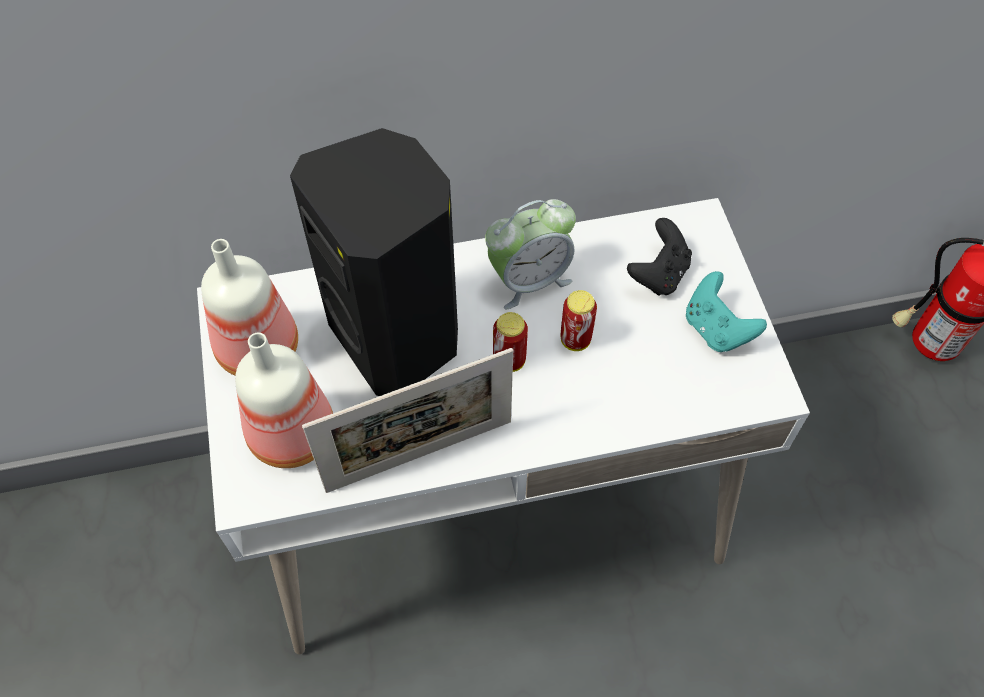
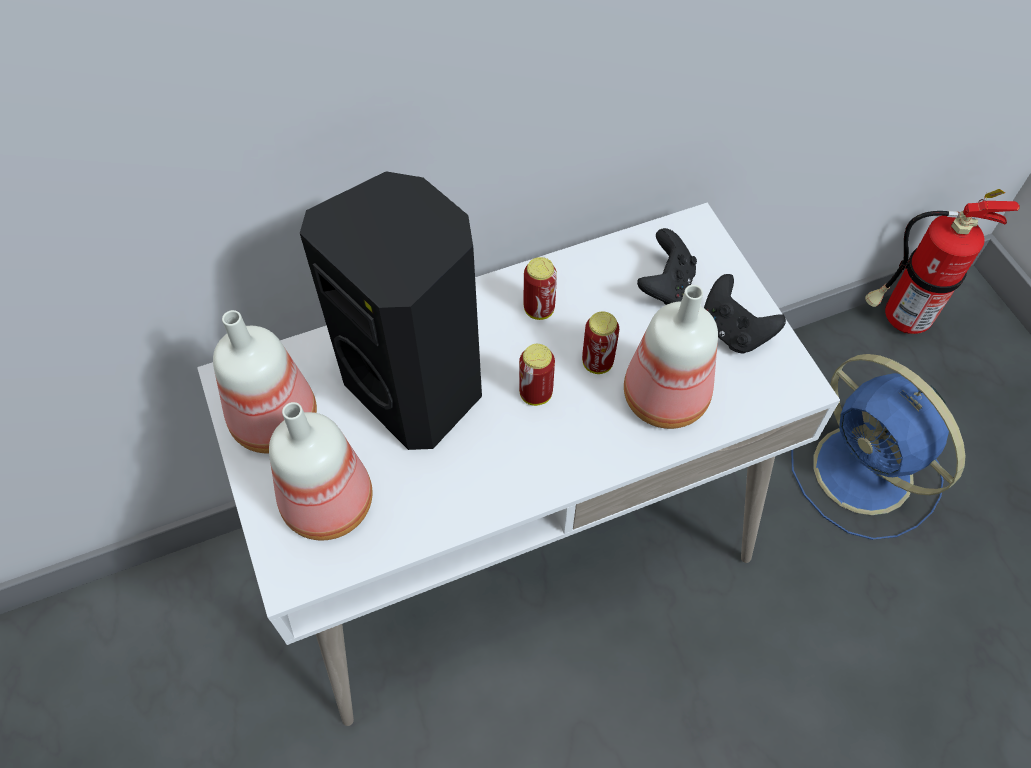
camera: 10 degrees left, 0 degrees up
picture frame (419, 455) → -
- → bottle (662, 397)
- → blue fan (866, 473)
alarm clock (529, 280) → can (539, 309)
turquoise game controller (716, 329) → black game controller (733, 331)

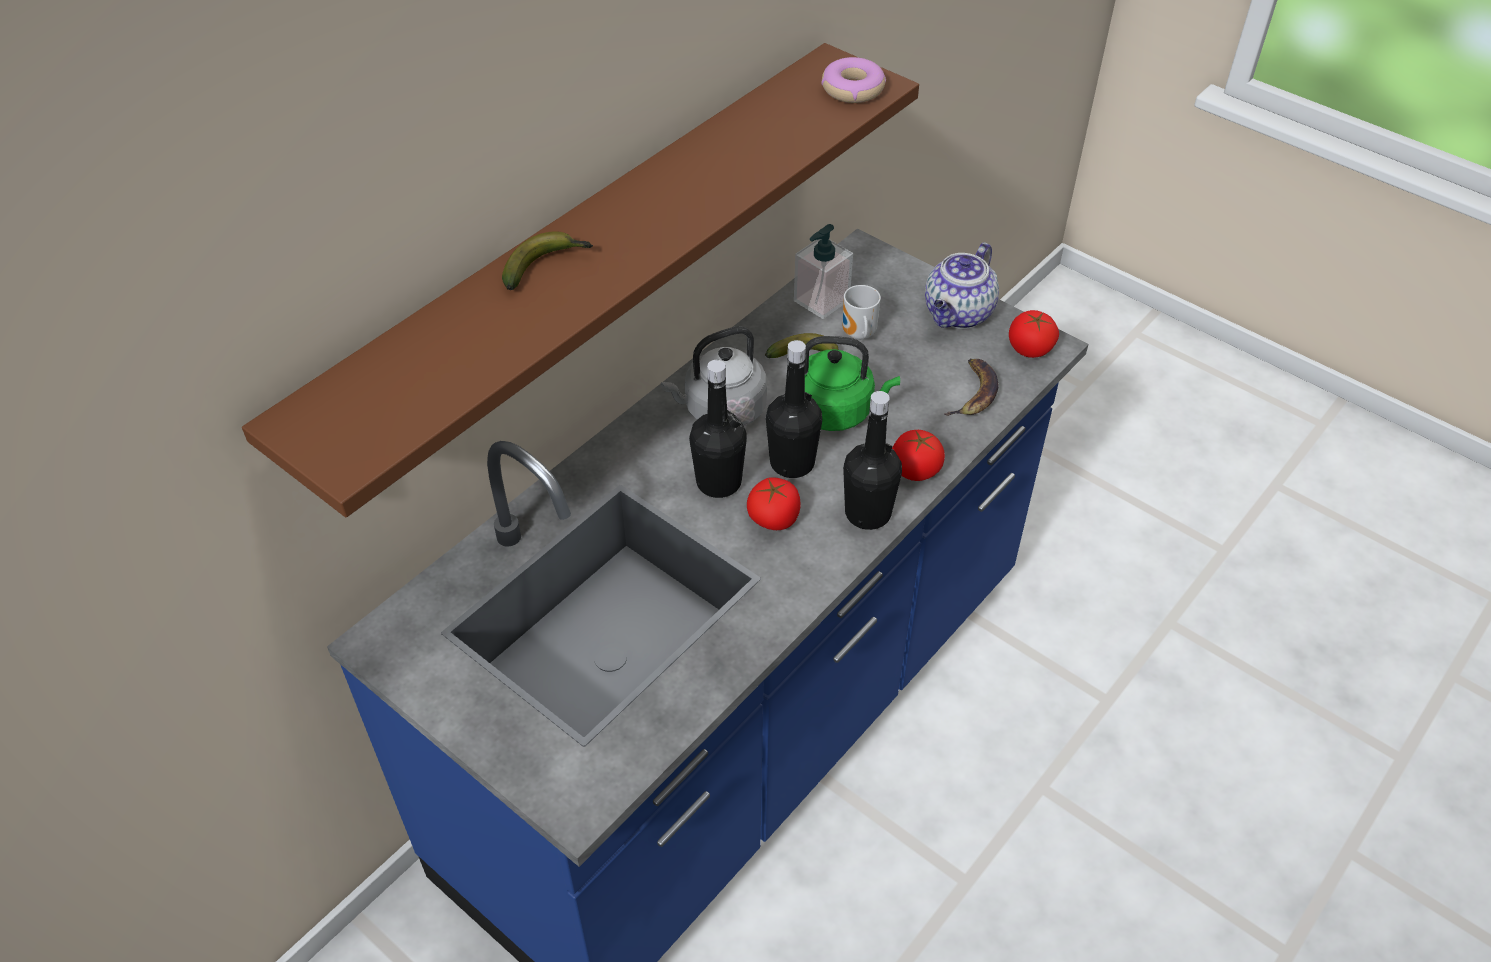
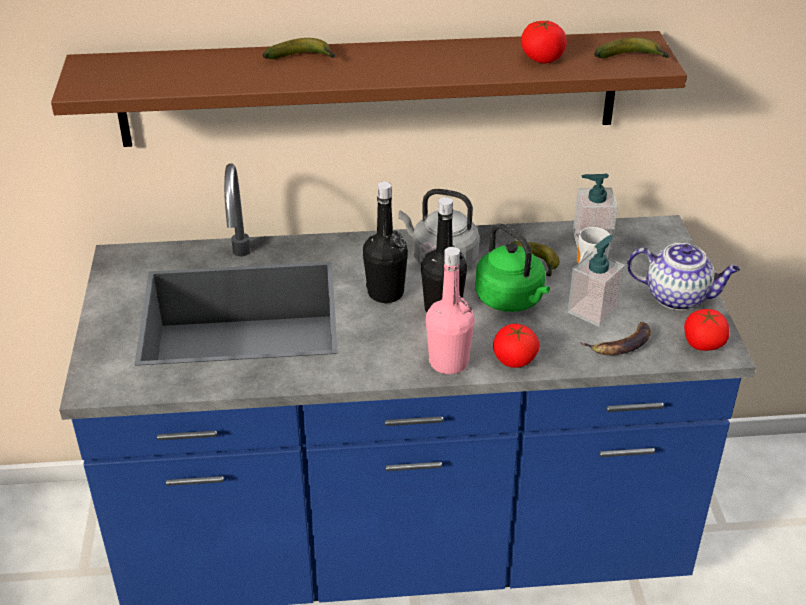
camera: 45 degrees right, 10 degrees down
- → soap dispenser (593, 310)
tomato (774, 518) → tomato (542, 58), moved
donut (852, 89) → banana (632, 58)
black bottle (868, 513) → pink bottle (448, 362)
teapot (958, 314) → teapot (678, 297), 150 degrees counterclockwise

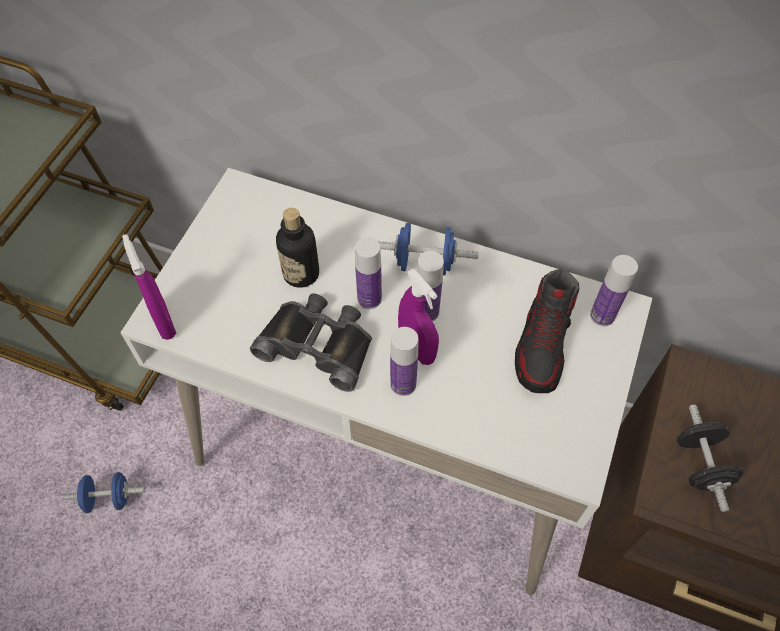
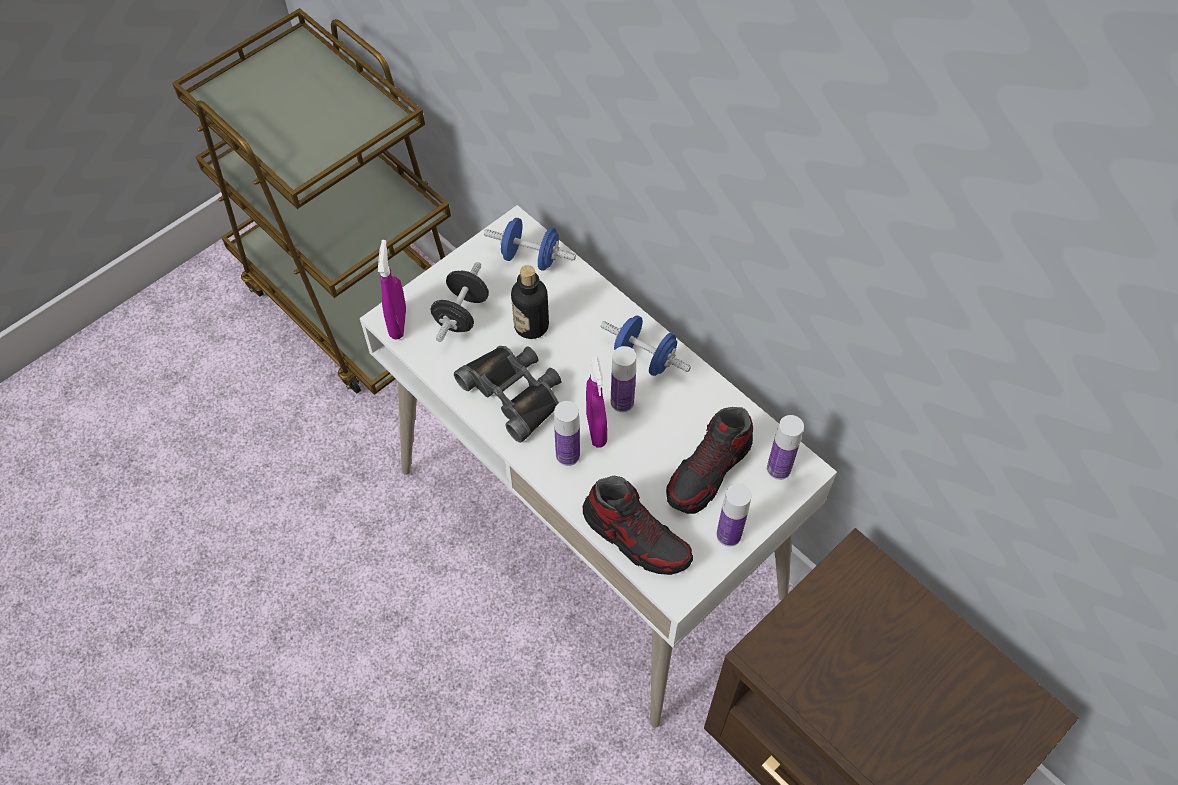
camera: 25 degrees right, 0 degrees up
- → shoe (636, 537)
blue dumbbell (108, 498) → blue dumbbell (530, 257), moved
bottle (369, 299) → bottle (728, 535), moved
black dumbbell (700, 465) → black dumbbell (461, 314), moved

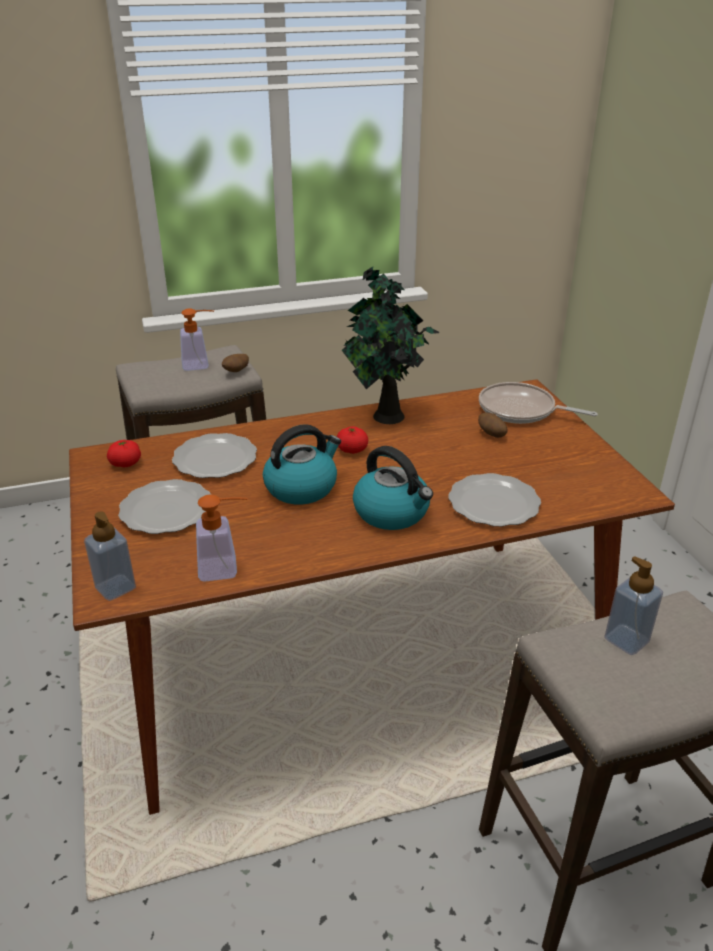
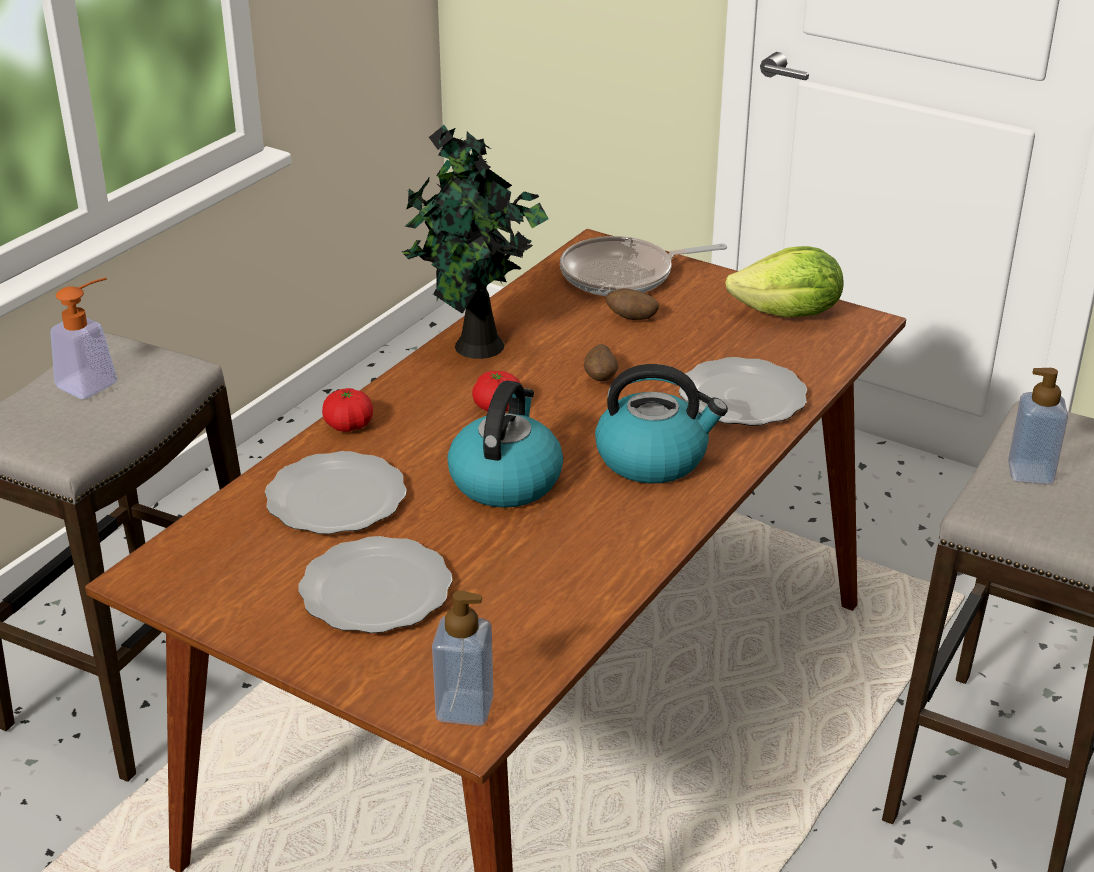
camera: 40 degrees left, 0 degrees up
soap dispenser (226, 568) → -
- → lettuce (788, 315)
tomato (125, 463) → tomato (348, 425), moved
potato (236, 371) → potato (600, 379), moved

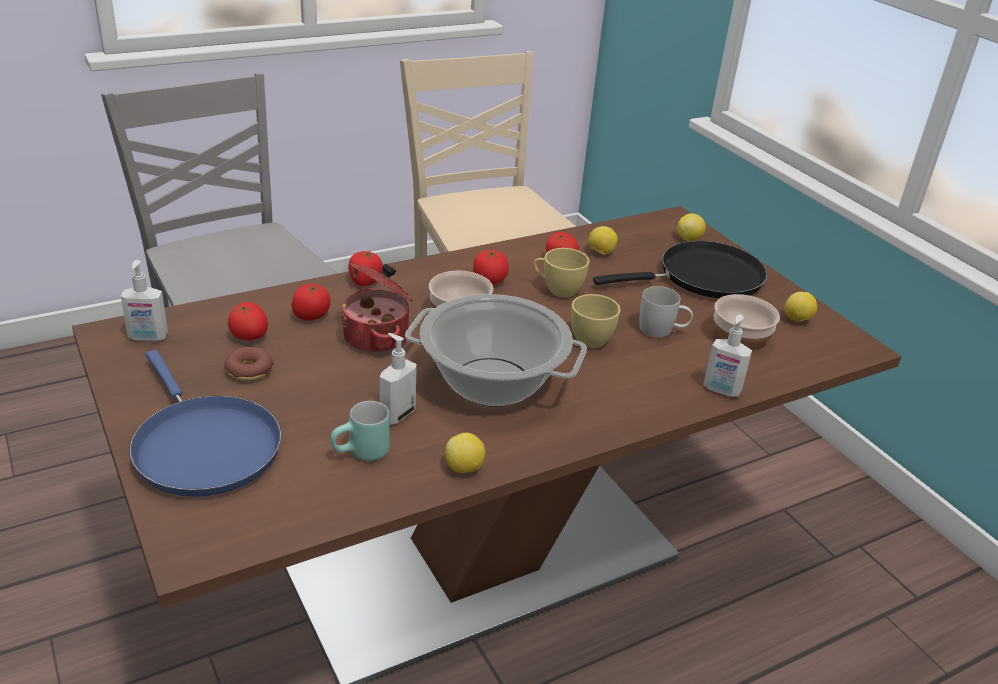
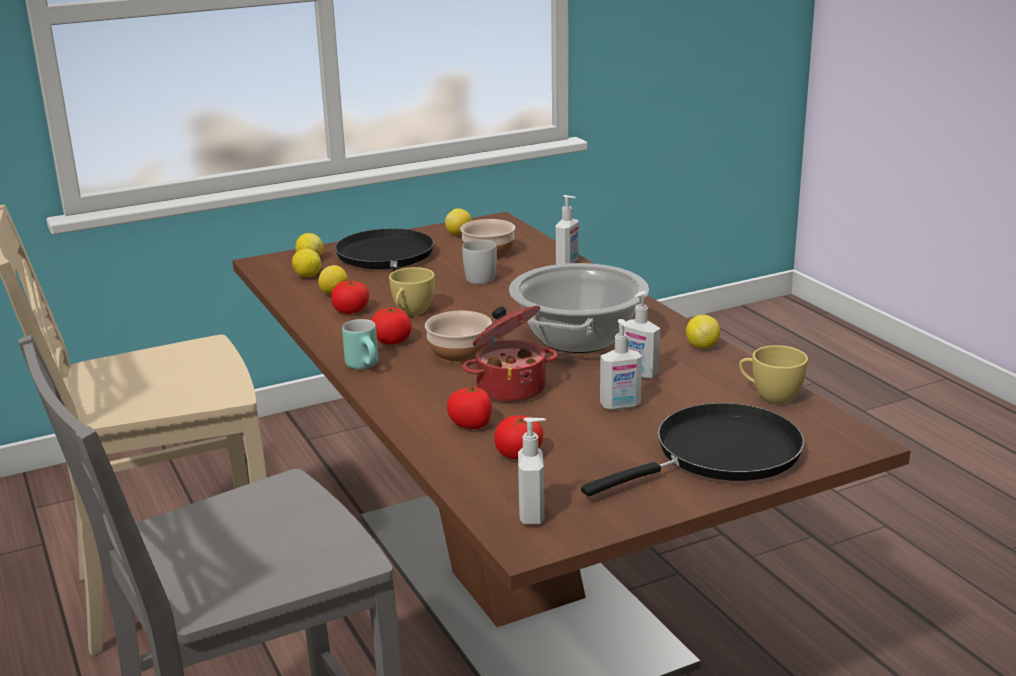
camera: 85 degrees left, 10 degrees down
donut (249, 371) → -
tomato (365, 281) → -
- → lemon (307, 276)
- → soap dispenser (620, 406)
turquoise mug (362, 455) → turquoise mug (367, 366), moved
yellow cup (593, 338) → yellow cup (770, 396), moved
blue frying pan (203, 446) → black frying pan (719, 455)

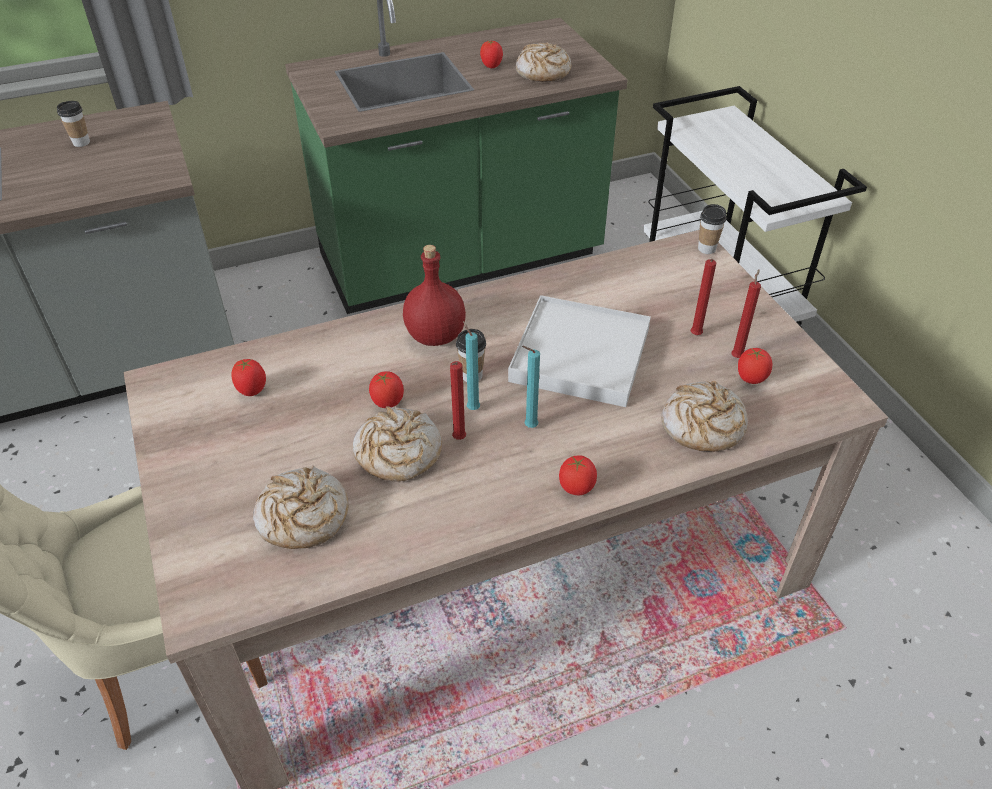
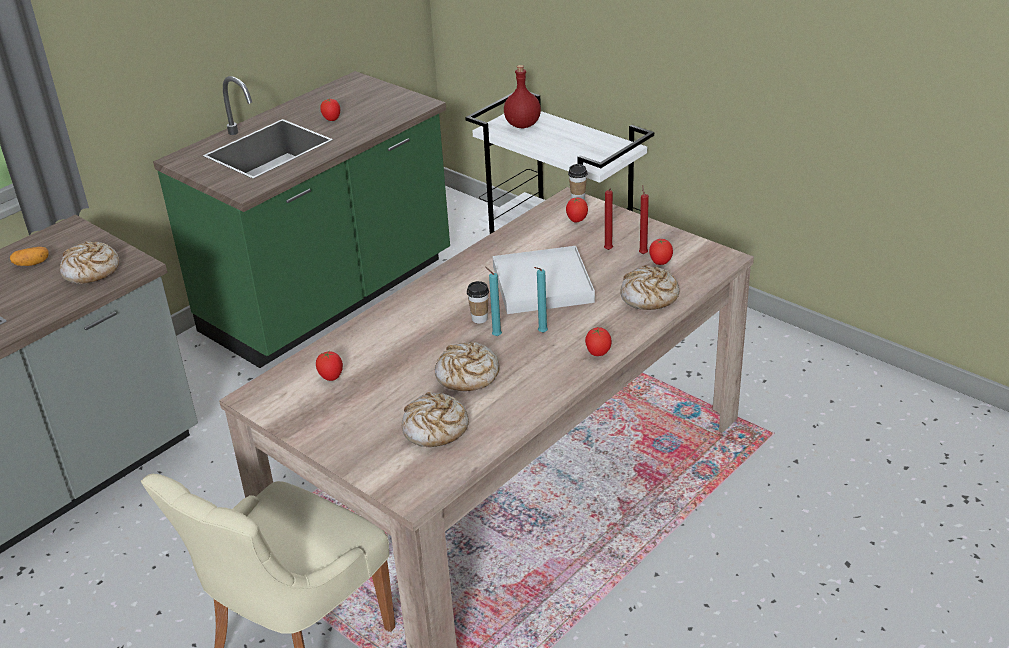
camera: 25 degrees left, 10 degrees down
red candle (458, 440) → -
tomato (387, 403) → tomato (576, 220), moved
red bottle (434, 335) → red bottle (522, 125), moved
bread (543, 72) → bread (91, 271), moved
cup (81, 142) → potato (32, 263)

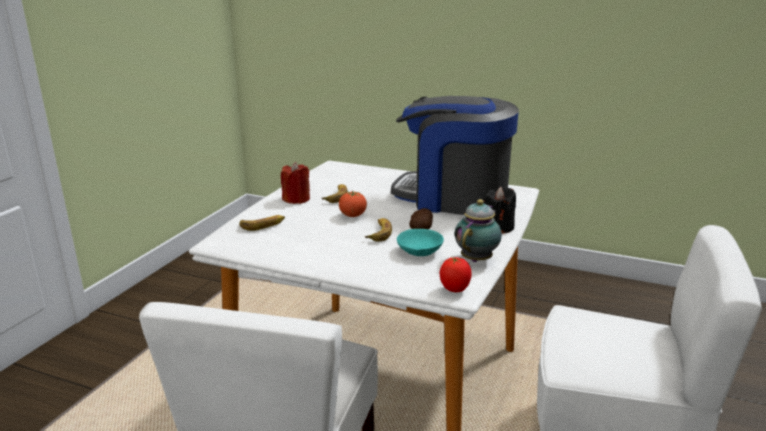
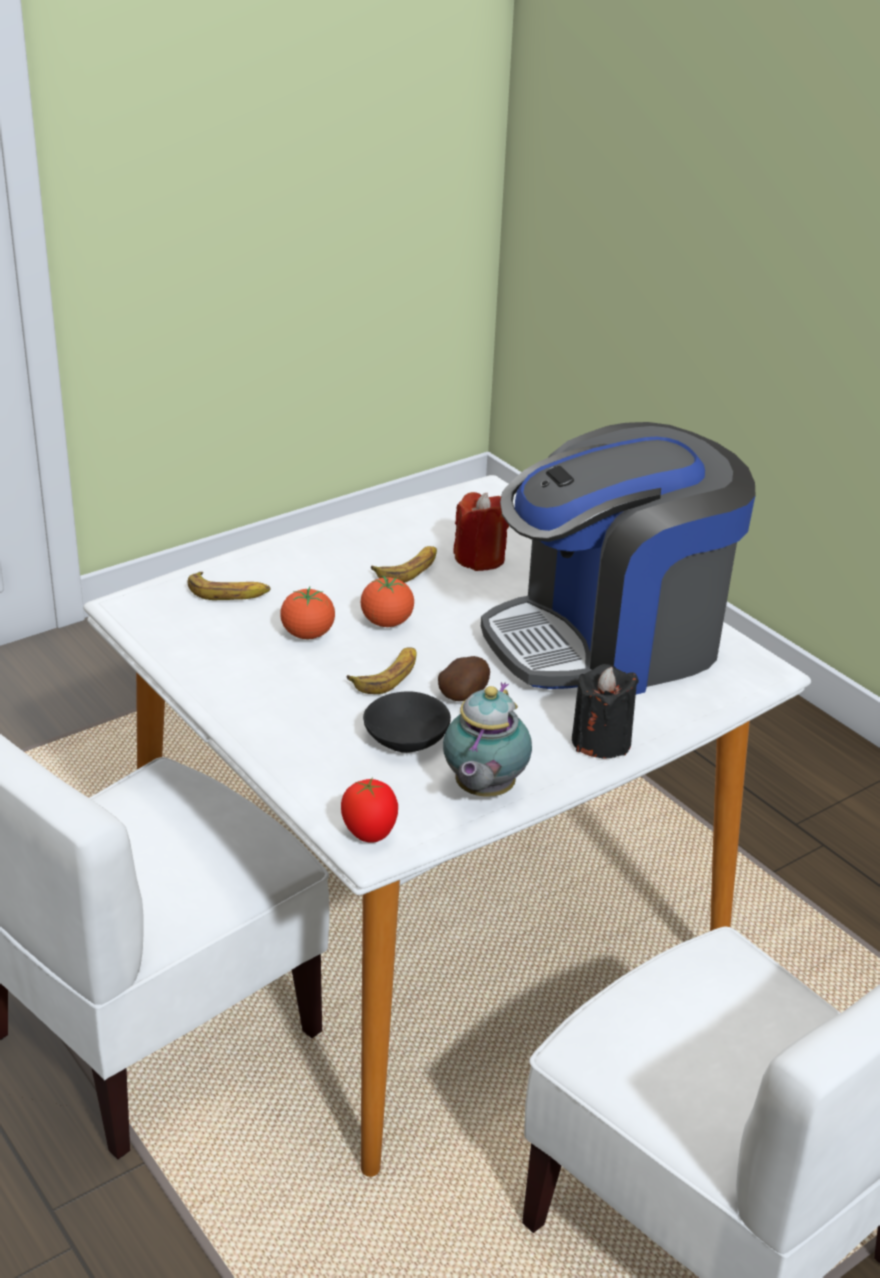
camera: 30 degrees right, 10 degrees up
- → tomato (308, 634)
red candle (296, 199) → red candle (480, 558), moved
turquoise bowl (420, 251) → black bowl (409, 738)
coffee machine (453, 197) → coffee machine (610, 642), 75 degrees counterclockwise
teapot (477, 259) → teapot (482, 791), 135 degrees clockwise

